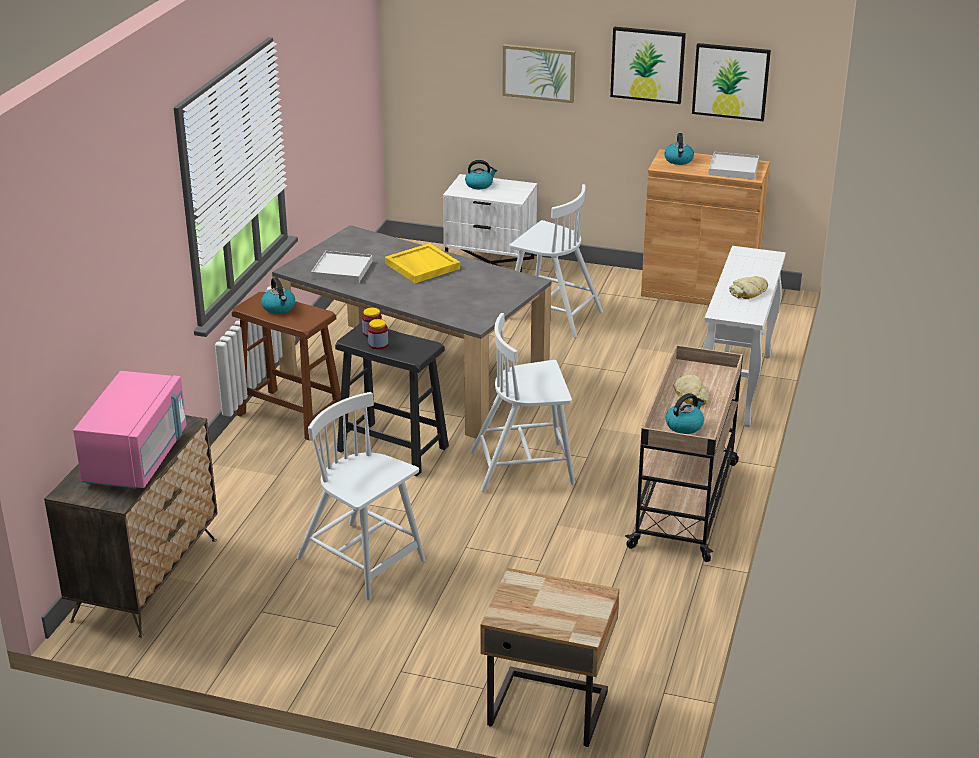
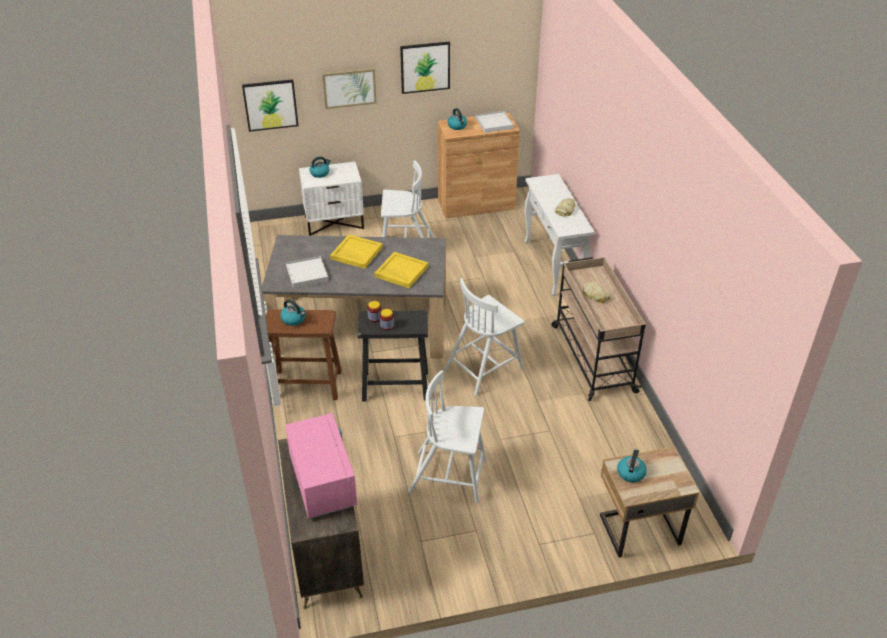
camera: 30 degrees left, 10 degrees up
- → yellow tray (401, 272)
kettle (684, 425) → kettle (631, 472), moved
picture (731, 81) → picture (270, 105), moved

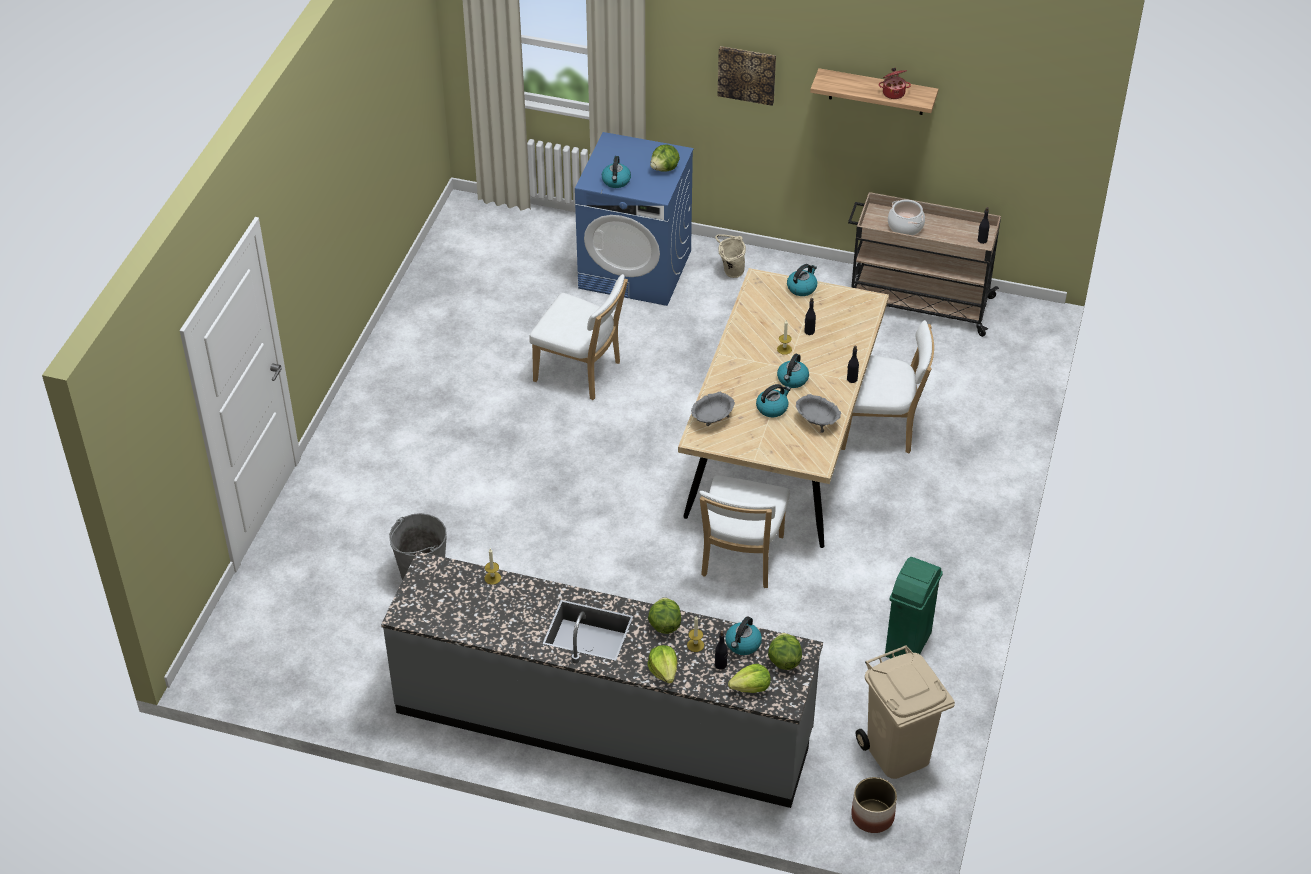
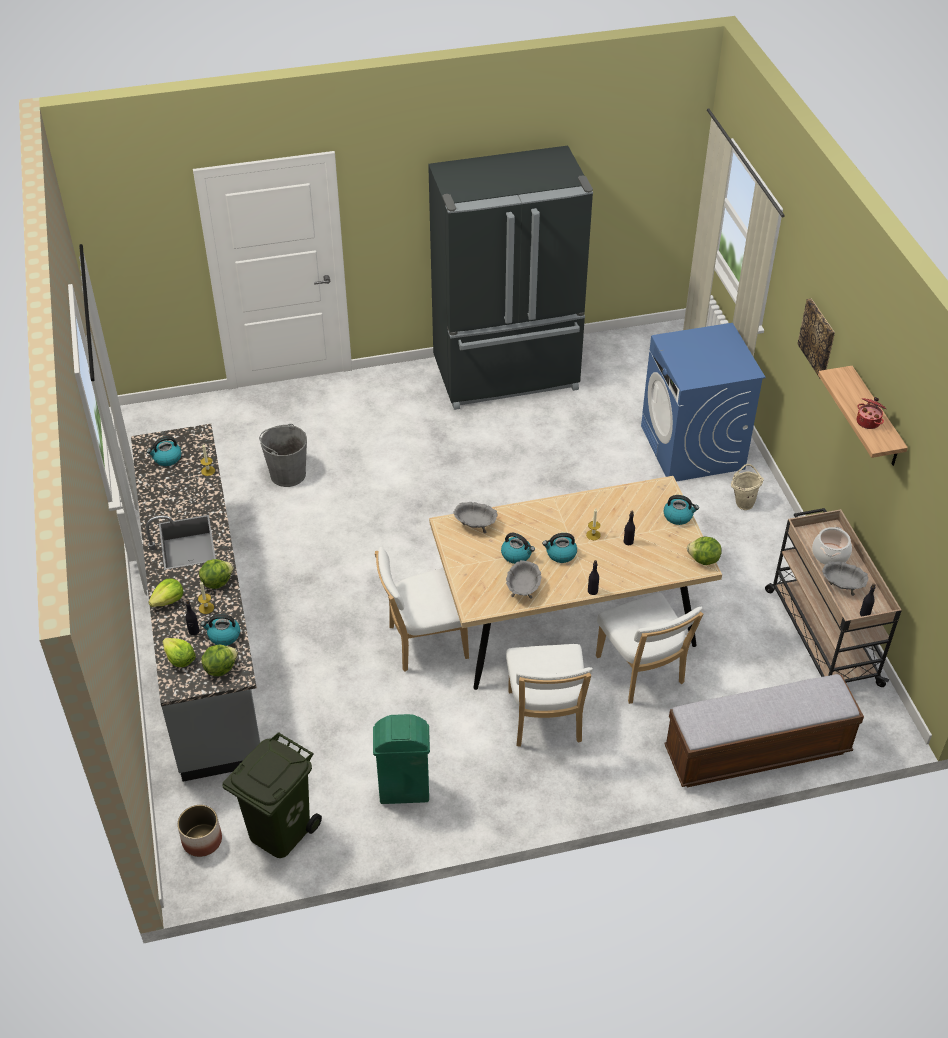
camera: 60 degrees right, 0 degrees up
- → black fridge (507, 375)
- → bench (756, 751)
- → grey bowl (842, 585)
white chair (581, 373) → white chair (545, 720), moved
kettle (616, 181) → kettle (167, 458), moved
lettuce (665, 169) → lettuce (703, 560), moved
beige trash can (897, 753) → green trash can (279, 830)

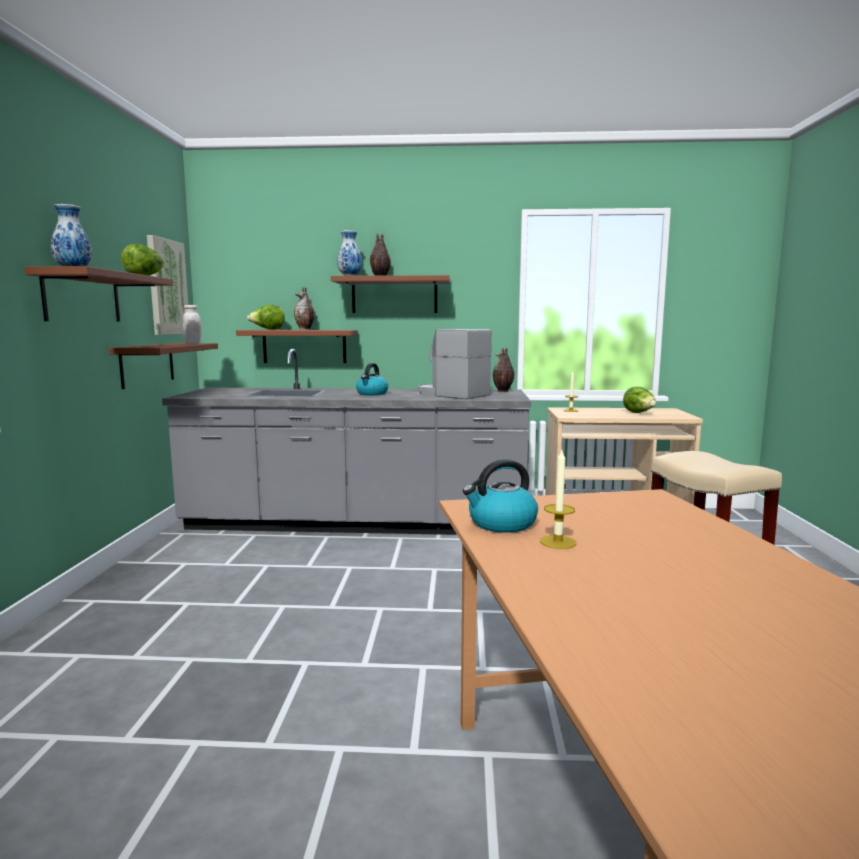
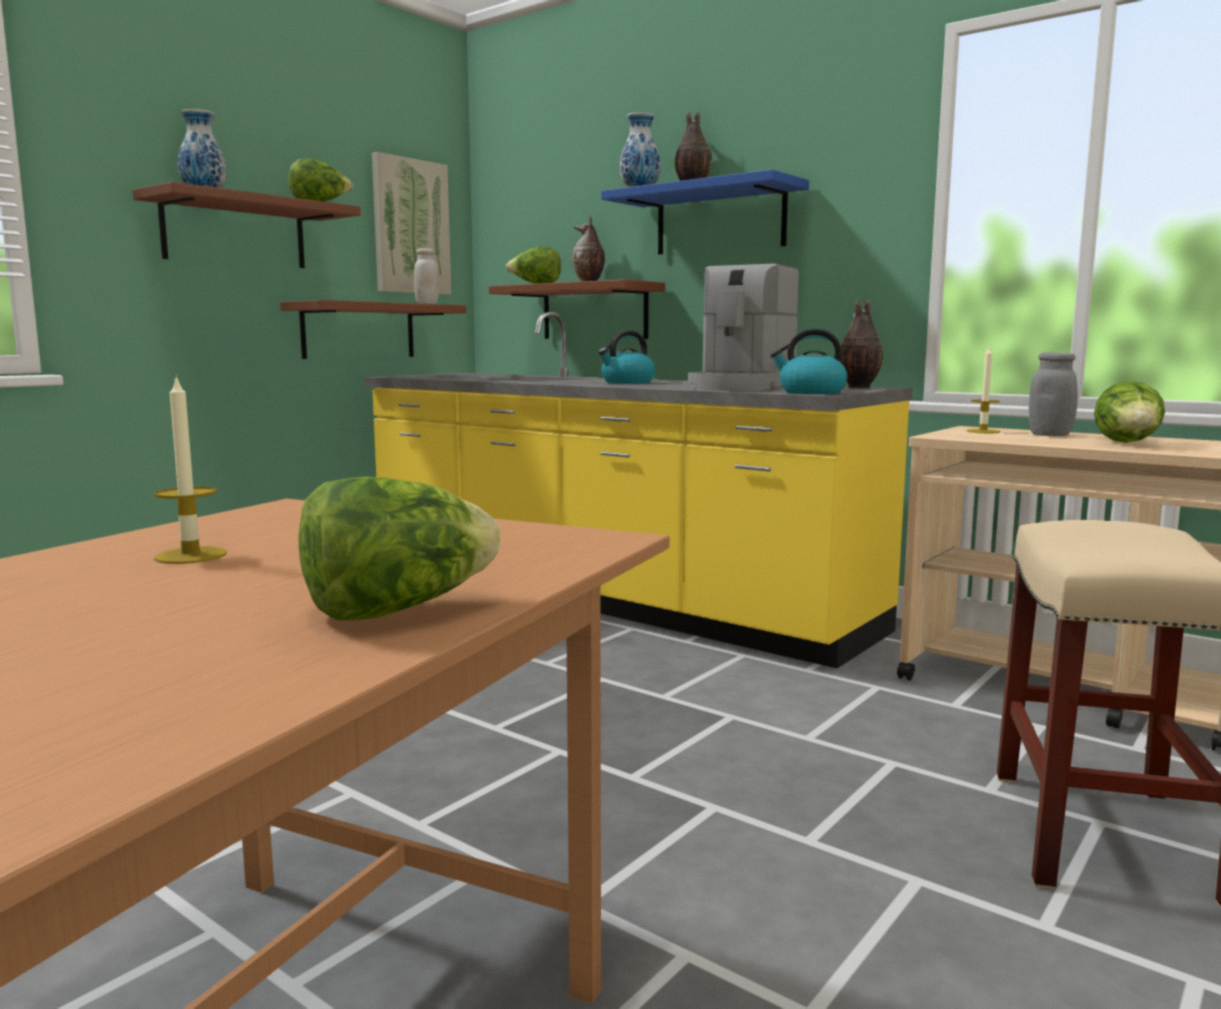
camera: 35 degrees right, 0 degrees up
- → lettuce (397, 610)
- → grey jar (1050, 435)
kettle (501, 524) → kettle (810, 392), moved
grey counter (356, 523) → yellow counter (605, 597)
brown shelf (394, 295) → blue shelf (720, 220)
coffee machine (451, 394) → coffee machine (741, 387), 135 degrees counterclockwise

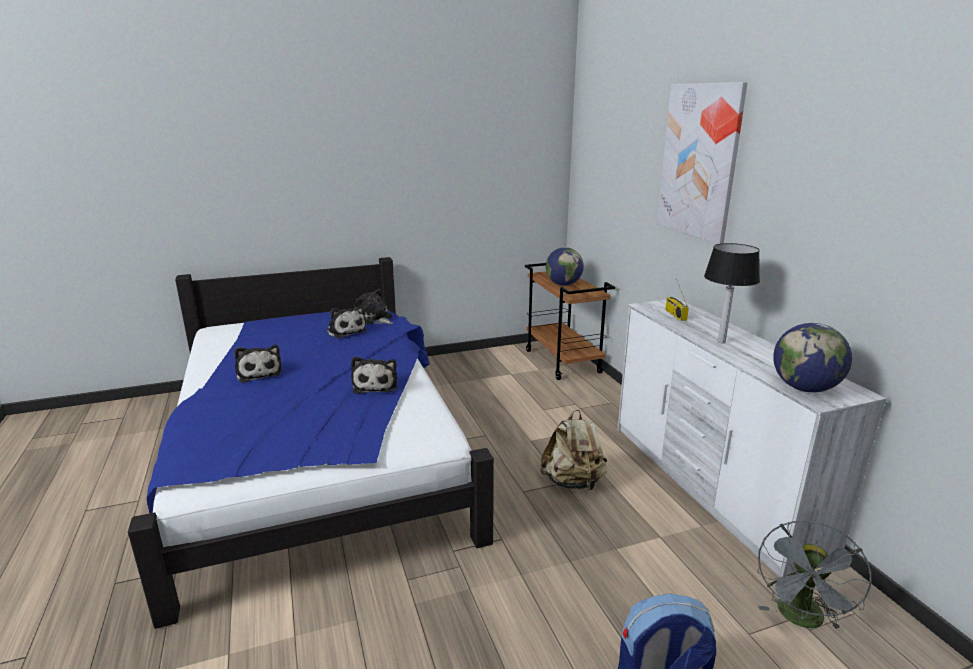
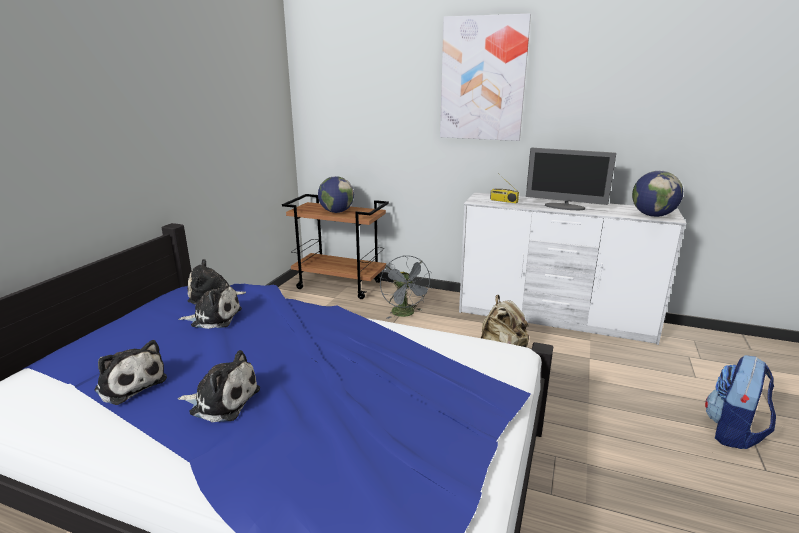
camera: 50 degrees left, 0 degrees up
plush toy (376, 385) → plush toy (130, 384), moved
grey fan (801, 620) → grey fan (405, 314), moved
table lamp (722, 342) → monitor (565, 207)

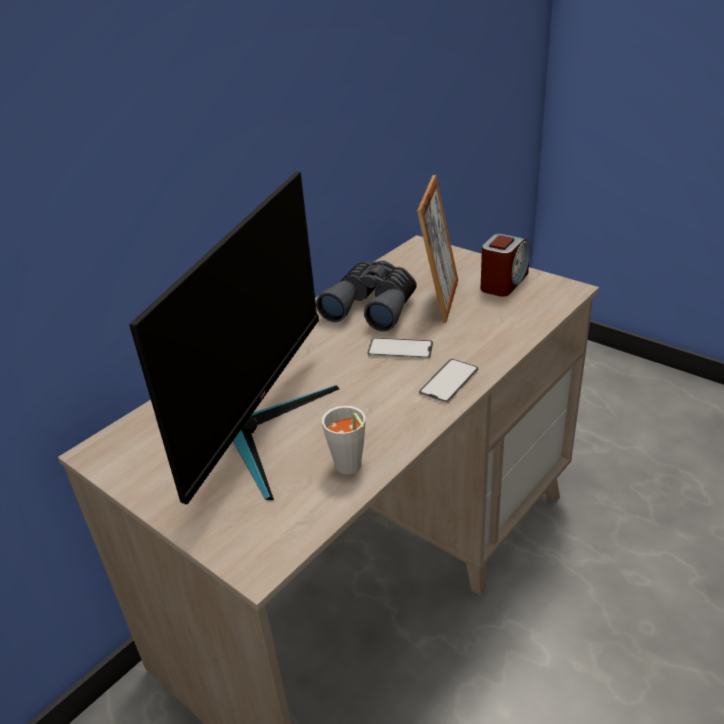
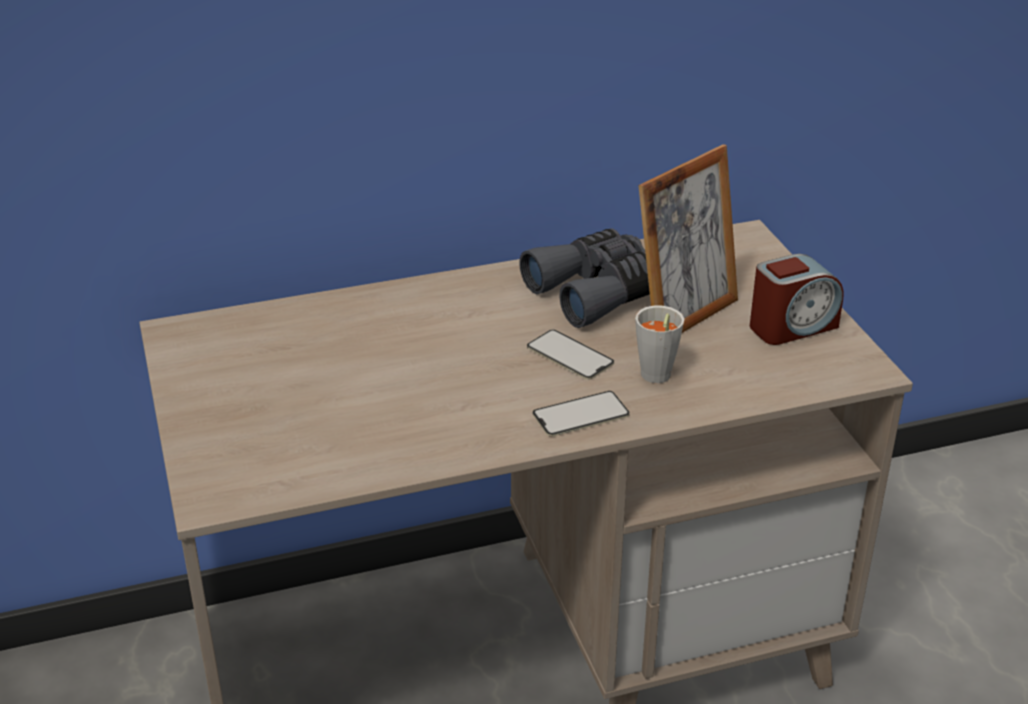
camera: 30 degrees right, 0 degrees up
monitor (259, 429) → -
grey cup (350, 469) → grey cup (654, 378), moved

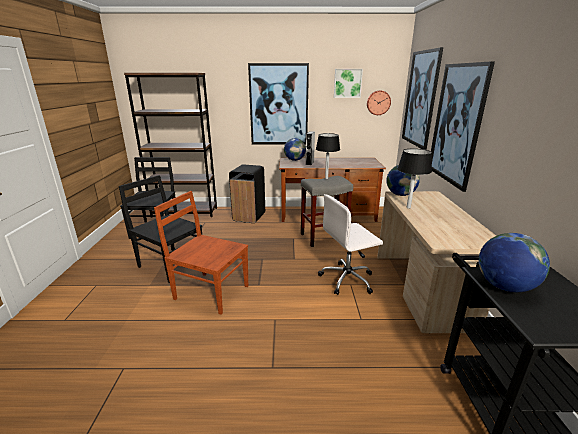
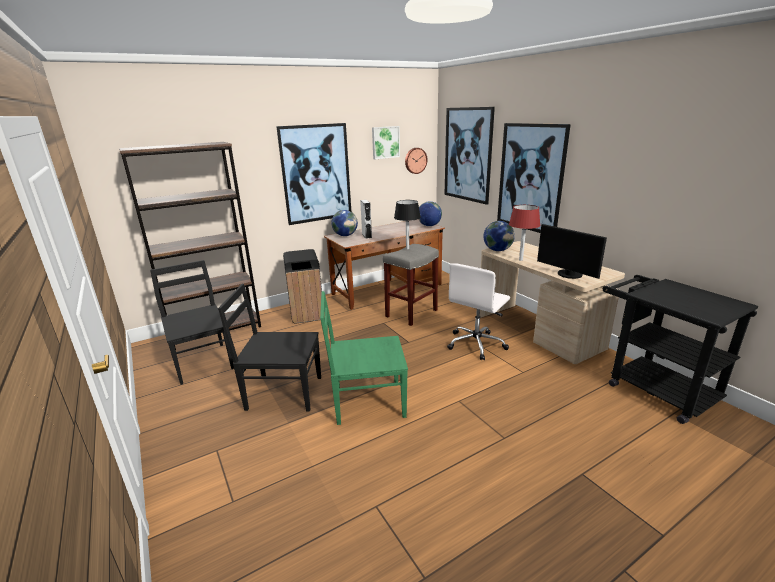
camera: 30 degrees left, 0 degrees up
- → monitor (568, 275)
globe (504, 286) → globe (429, 225), moved
brown chair (210, 291) → green chair (367, 402)
black table lamp (408, 207) → red table lamp (521, 260)

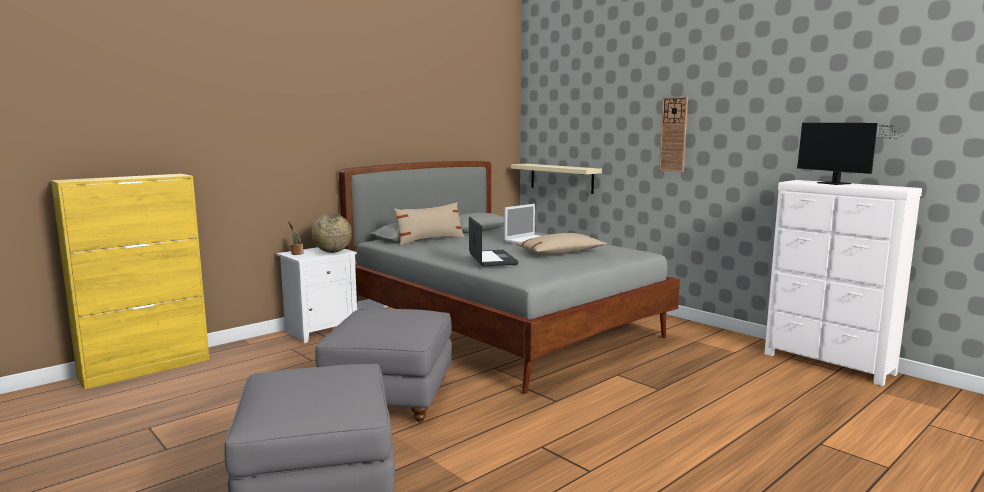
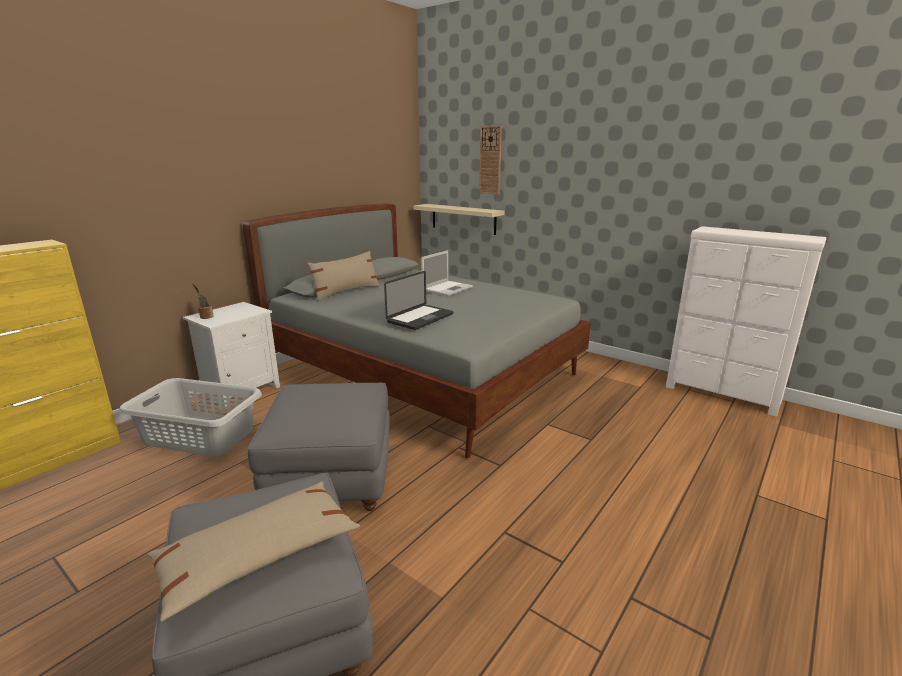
camera: 10 degrees left, 10 degrees up
globe (332, 252) → -
monitor (836, 183) → -
- → grey laundry basket (200, 436)
beige pillow (560, 253) → beige pillow (259, 556), moved
wall clock (673, 134) → wall clock (490, 160), moved
laptop (492, 259) → laptop (420, 318), 60 degrees clockwise

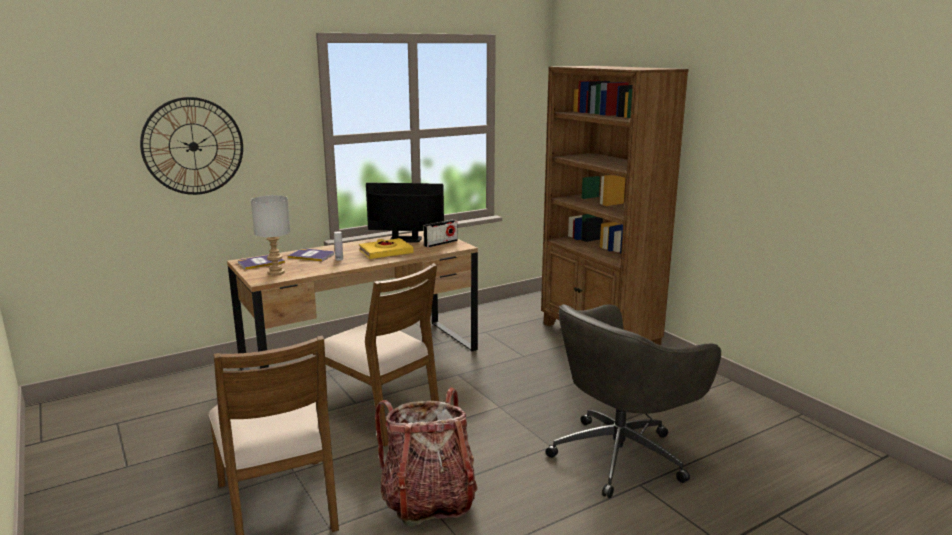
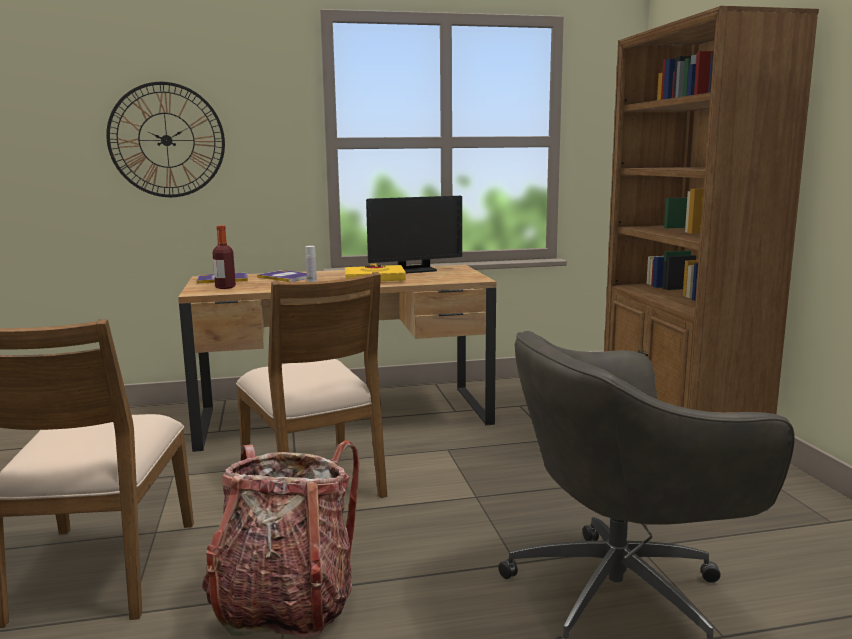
camera: 20 degrees right, 5 degrees down
radio (440, 243) → -
grey table lamp (276, 272) → bottle (225, 287)
monitor (405, 239) → monitor (415, 270), 135 degrees clockwise

